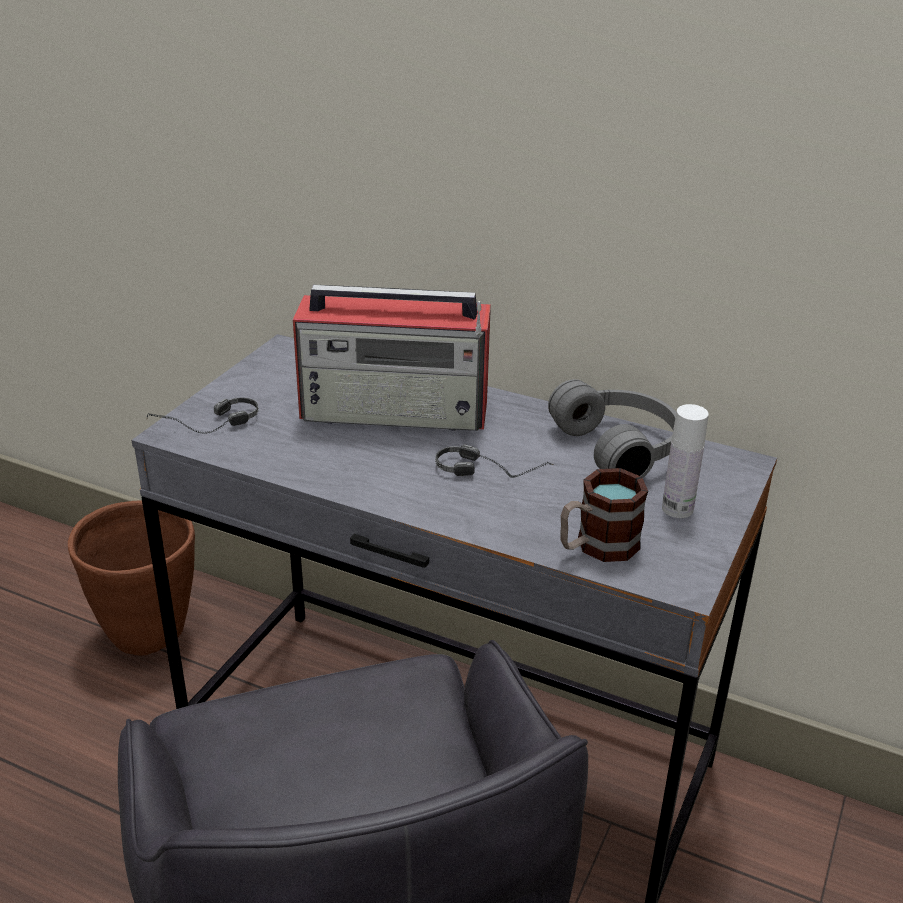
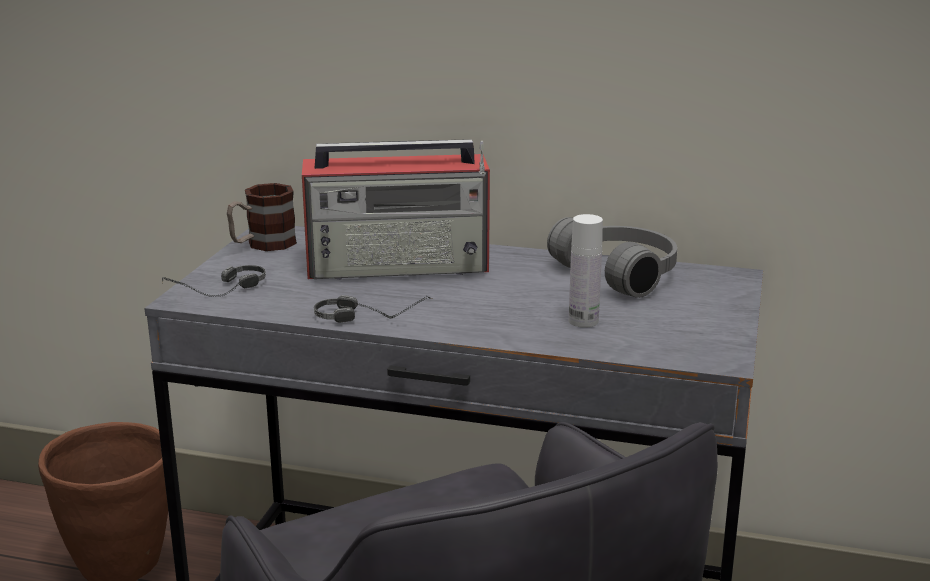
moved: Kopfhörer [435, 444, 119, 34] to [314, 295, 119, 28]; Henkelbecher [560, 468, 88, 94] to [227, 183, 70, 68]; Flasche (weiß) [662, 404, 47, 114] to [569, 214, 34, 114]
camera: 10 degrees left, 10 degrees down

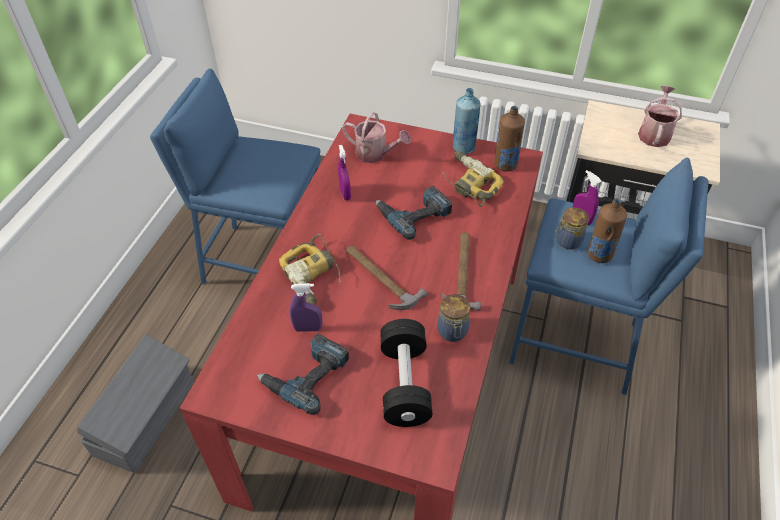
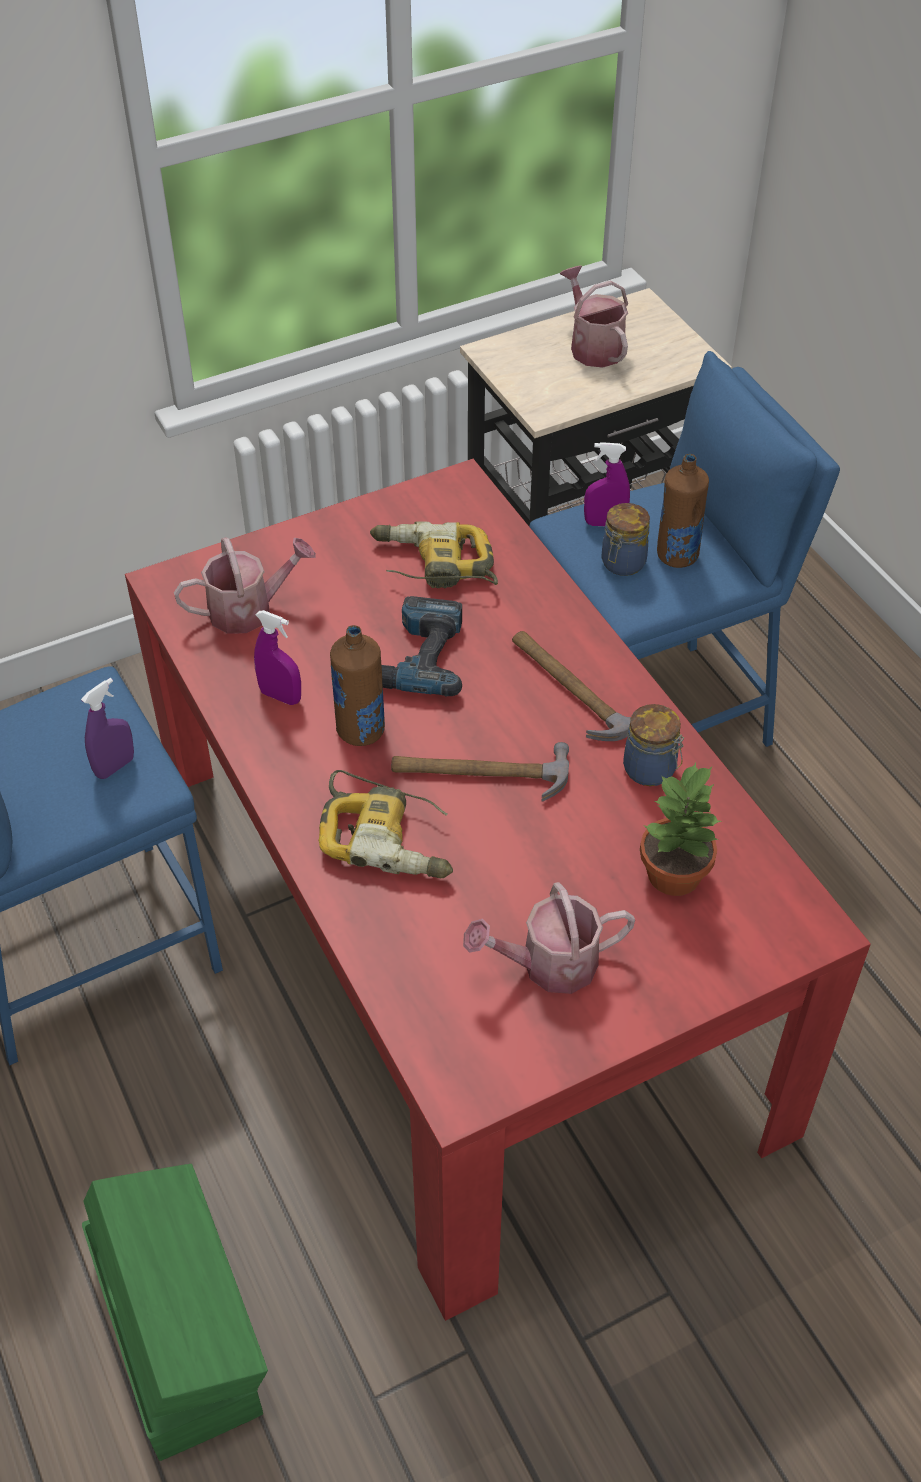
removed: Flasche (blau) [453, 88, 27, 66]
moved: Sprühflasche (lila) [289, 283, 33, 49] to [81, 678, 53, 101]; Flasche (braun) [494, 106, 31, 65] to [330, 625, 55, 121]
replaced: Bohrmaschine [257, 334, 92, 81] to Gießkanne [463, 882, 172, 112]; Hantel (schwarz) [380, 319, 52, 108] to Topfpflanze [640, 762, 82, 134]
recoloured: Aufbewahrungsbox (grau) [77, 335, 117, 138] to Aufbewahrungsbox (grün) [82, 1164, 186, 297]
camera: 45 degrees left, 0 degrees up

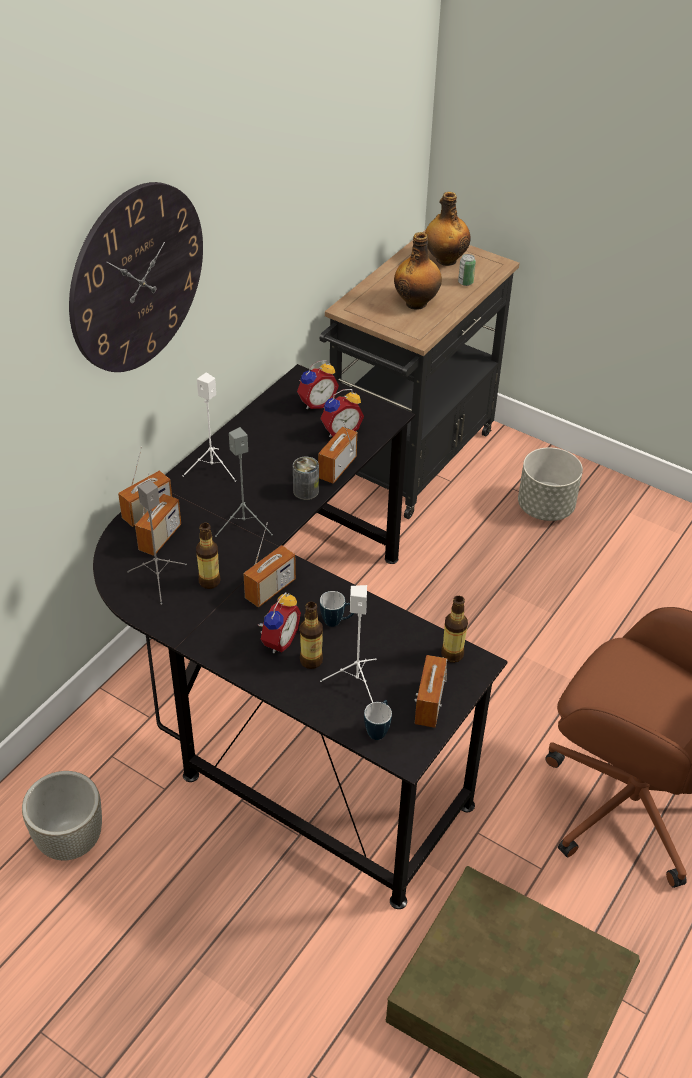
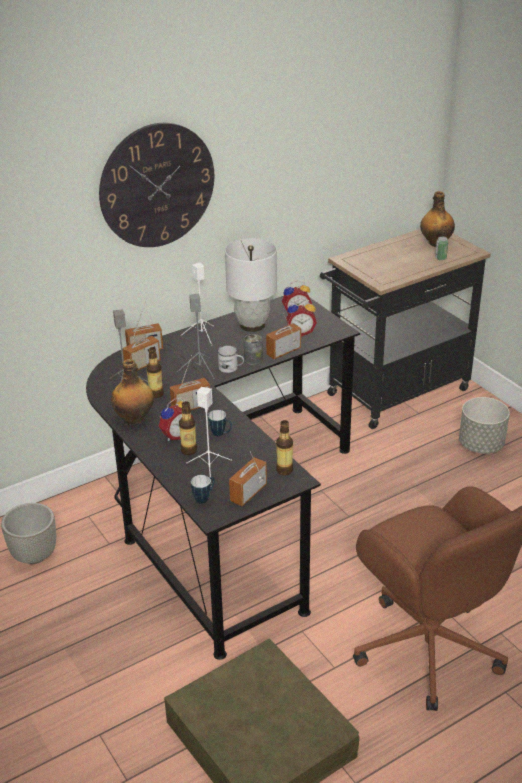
added: Henkelbecher (weiß) [217, 345, 27, 28]; Tischlampe (weiß) [225, 238, 52, 94]
moved: Flasche [394, 232, 48, 78] to [111, 359, 43, 66]
camera: 25 degrees right, 10 degrees down

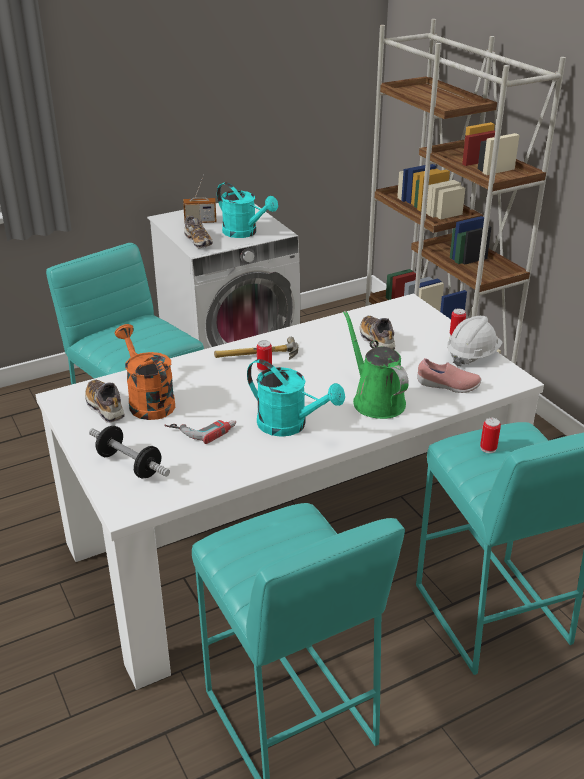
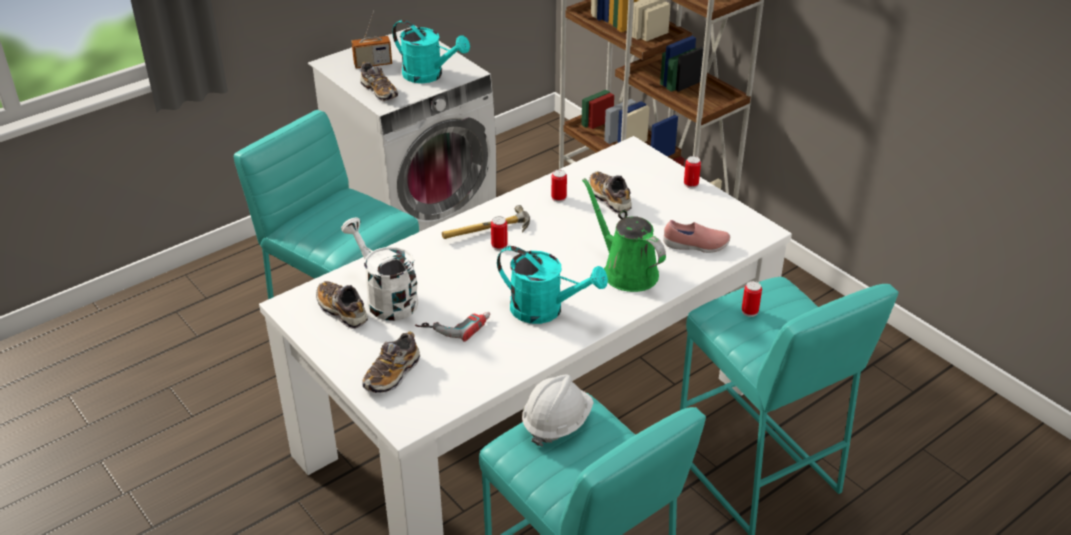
added: Dose [551, 170, 16, 32]
moved: Schutzhelm (weiß) [447, 316, 56, 51] to [522, 374, 72, 72]
replaced: Hantel [89, 426, 81, 52] to Schuh [362, 331, 58, 62]
recoloured: Gießkanne (orange) [115, 324, 60, 96] to Gießkanne (weiß) [341, 217, 77, 104]
camera: 10 degrees left, 5 degrees up

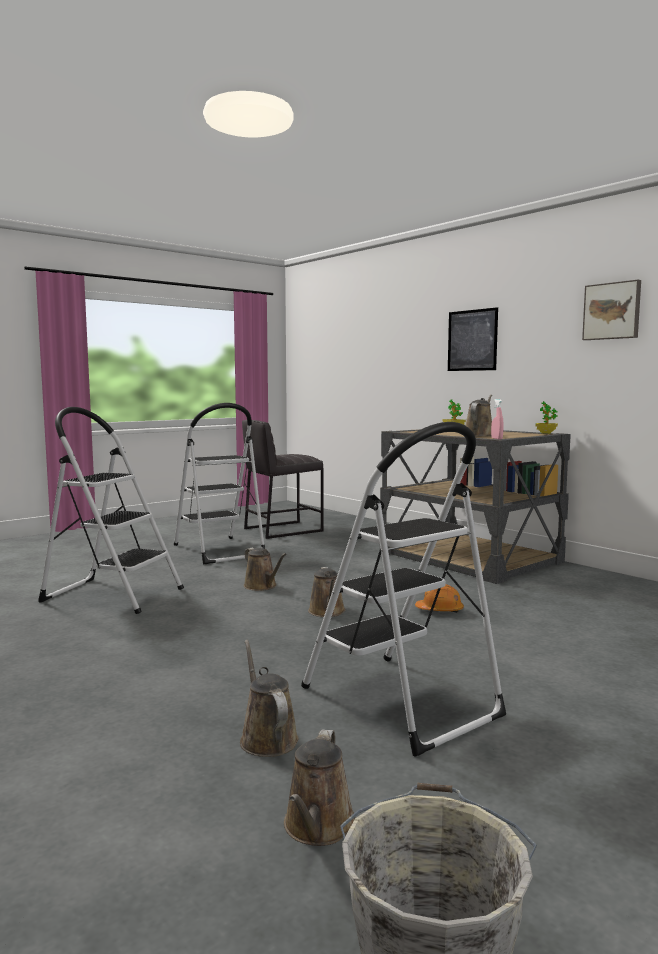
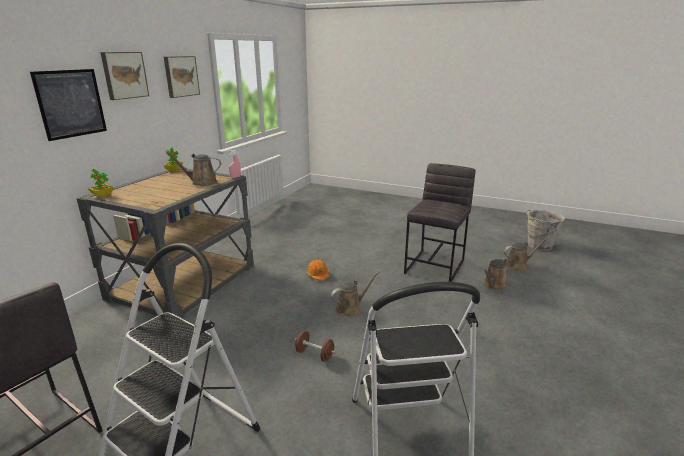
added: Bild [100, 52, 49, 48]
replaced: Gießkanne (braun) [244, 548, 43, 43] to Hantel (braun) [295, 331, 41, 31]; Trittleiter [301, 422, 205, 335] to Hocker (grau) [404, 163, 71, 119]
camera: 115 degrees left, 15 degrees up

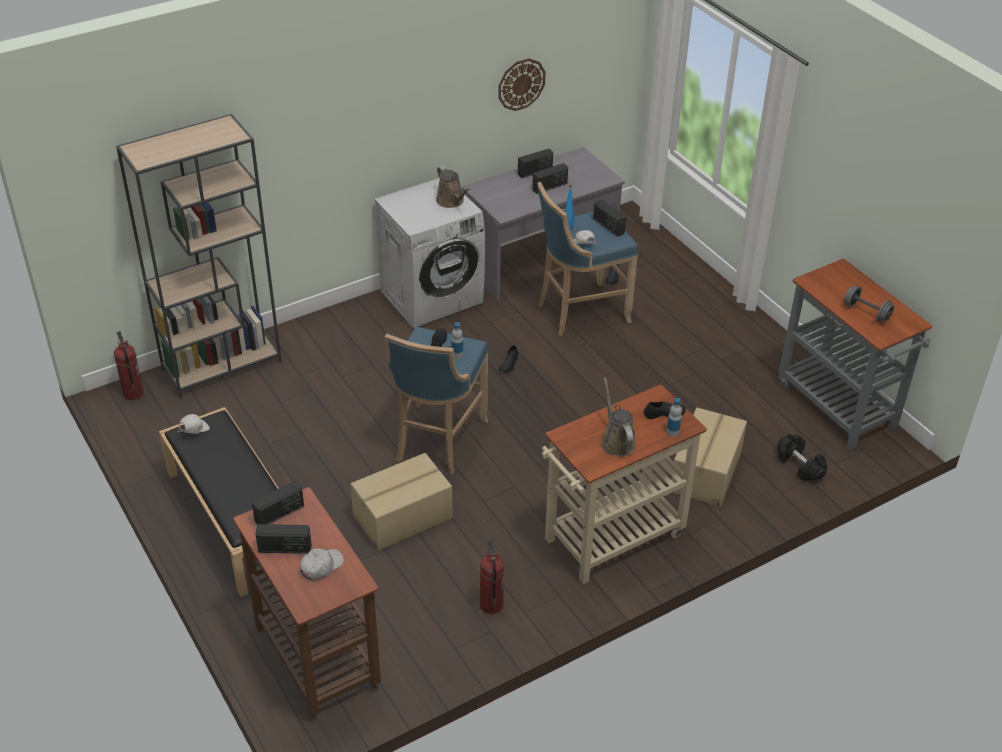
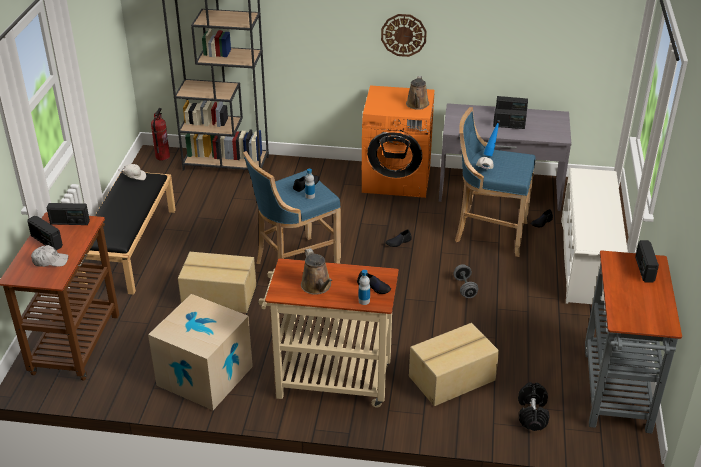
added: Schuhregal (weiß) [561, 168, 67, 136]
moved: Wanduhr [498, 58, 48, 53] to [381, 14, 46, 43]; Radio [593, 199, 33, 38] to [635, 240, 24, 43]; Hantel (grau) [844, 286, 50, 36] to [453, 264, 25, 34]
replaced: Feuerlöscher [480, 539, 24, 75] to Karton [148, 294, 105, 116]
recoloured: Waschmaschine (weiß) [375, 178, 110, 150] to Waschmaschine (orange) [362, 85, 73, 113]
turned: Gießkanne (braun) [601, 377, 35, 80] = [301, 248, 31, 47] 135 degrees clockwise
camera: 40 degrees right, 5 degrees down

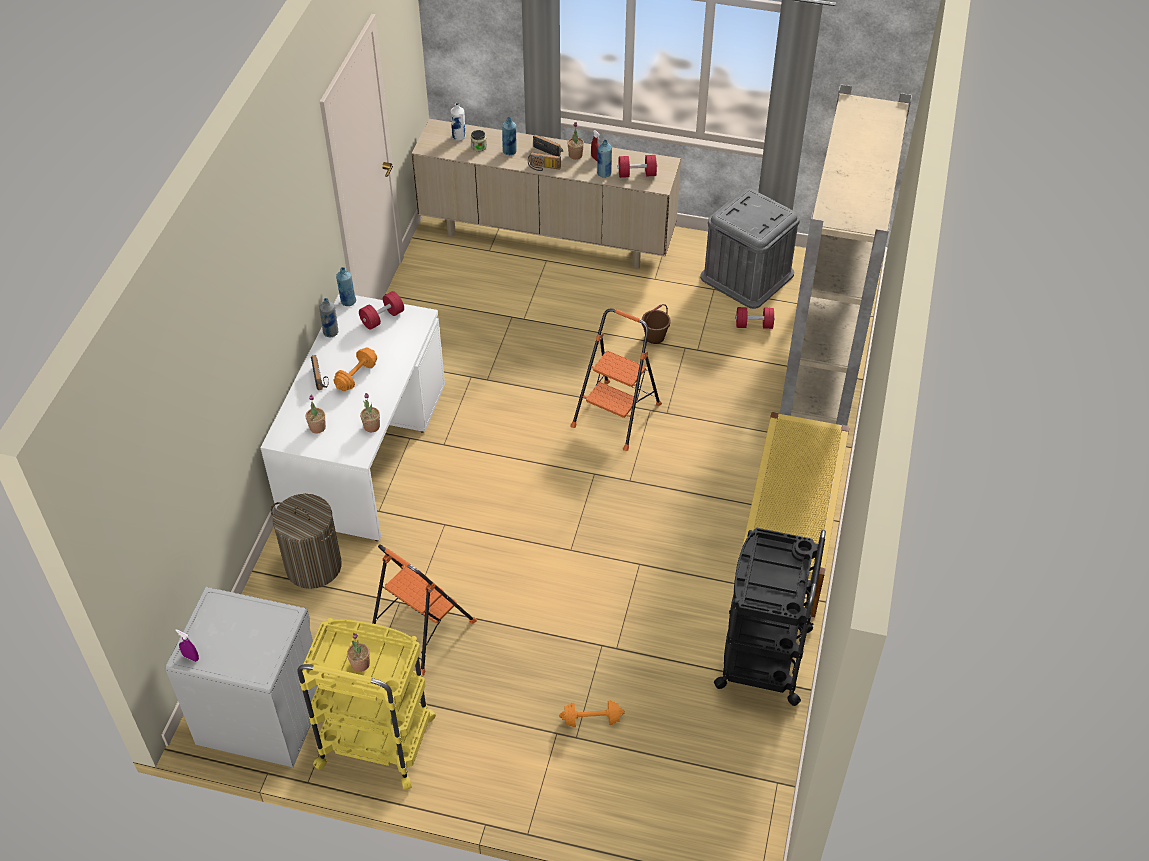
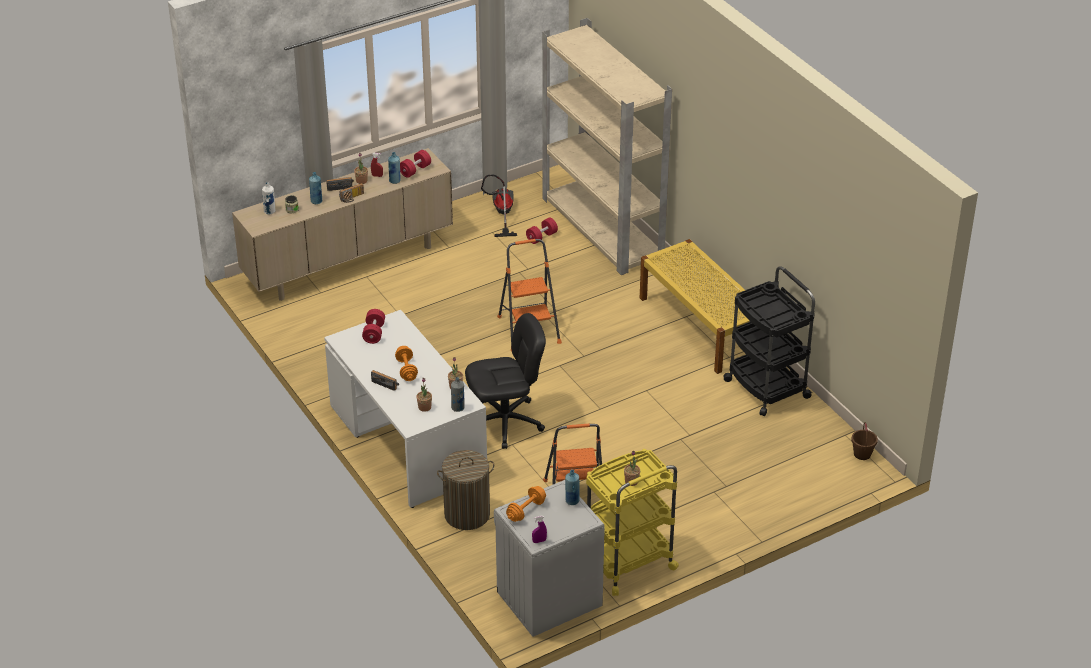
added: Bürostuhl (schwarz) [465, 313, 81, 136]
moved: Flasche (grau) [319, 298, 19, 39] to [451, 377, 14, 35]; Flasche (blau) [336, 267, 20, 39] to [565, 470, 15, 35]; Hantel (orange) [559, 700, 66, 27] to [506, 486, 40, 36]; Eimer (braun) [642, 304, 29, 40] to [851, 422, 27, 38]
replaced: Aufbewahrungsbox (grau) [700, 189, 100, 120] to Staubsauger [481, 174, 36, 63]
camera: 45 degrees left, 10 degrees down

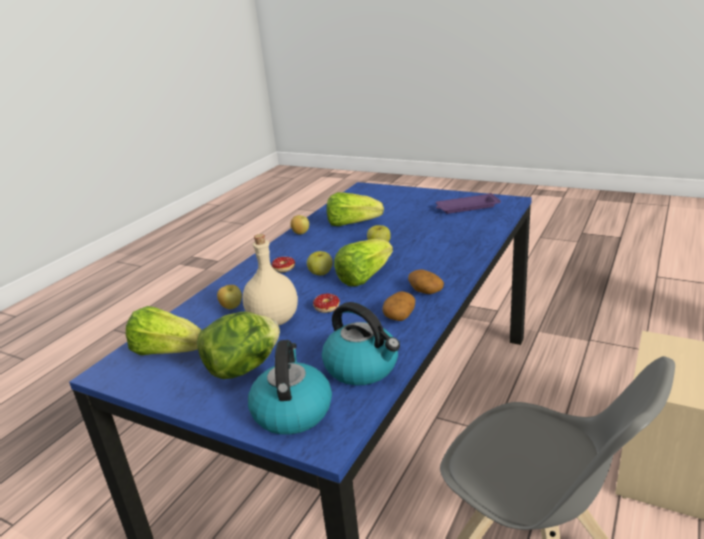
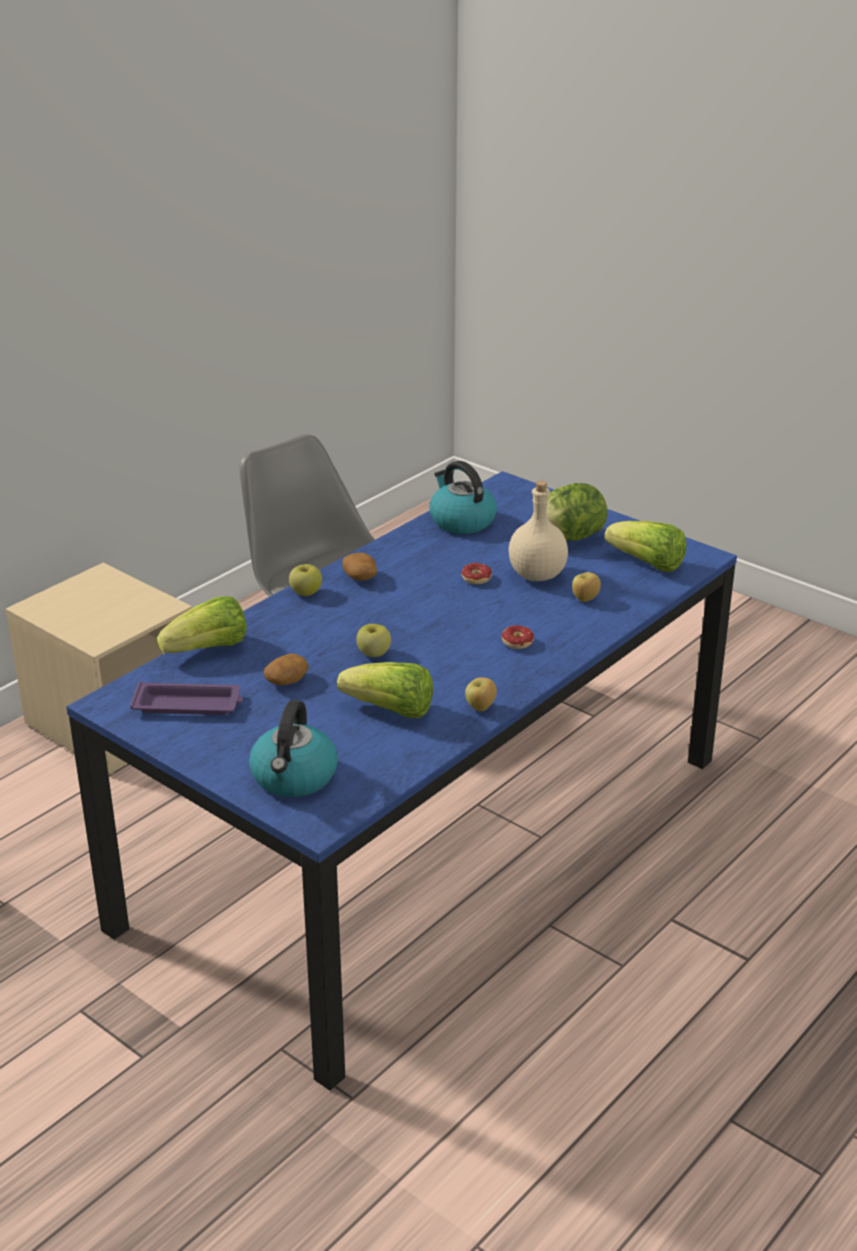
moved: Wasserkessel [248, 340, 84, 95] to [249, 700, 89, 97]; Apfel [307, 251, 26, 24] to [289, 564, 33, 32]; Salatkopf [334, 239, 59, 48] to [157, 596, 90, 57]; Kartoffel [382, 291, 33, 30] to [264, 653, 45, 32]
camera: 170 degrees left, 5 degrees up

